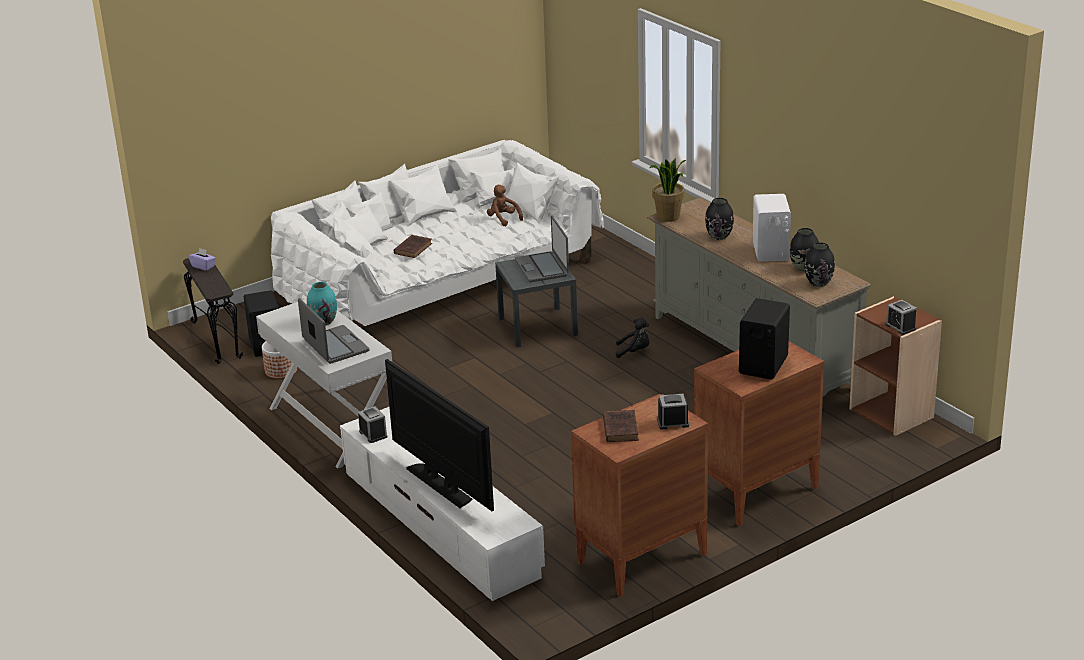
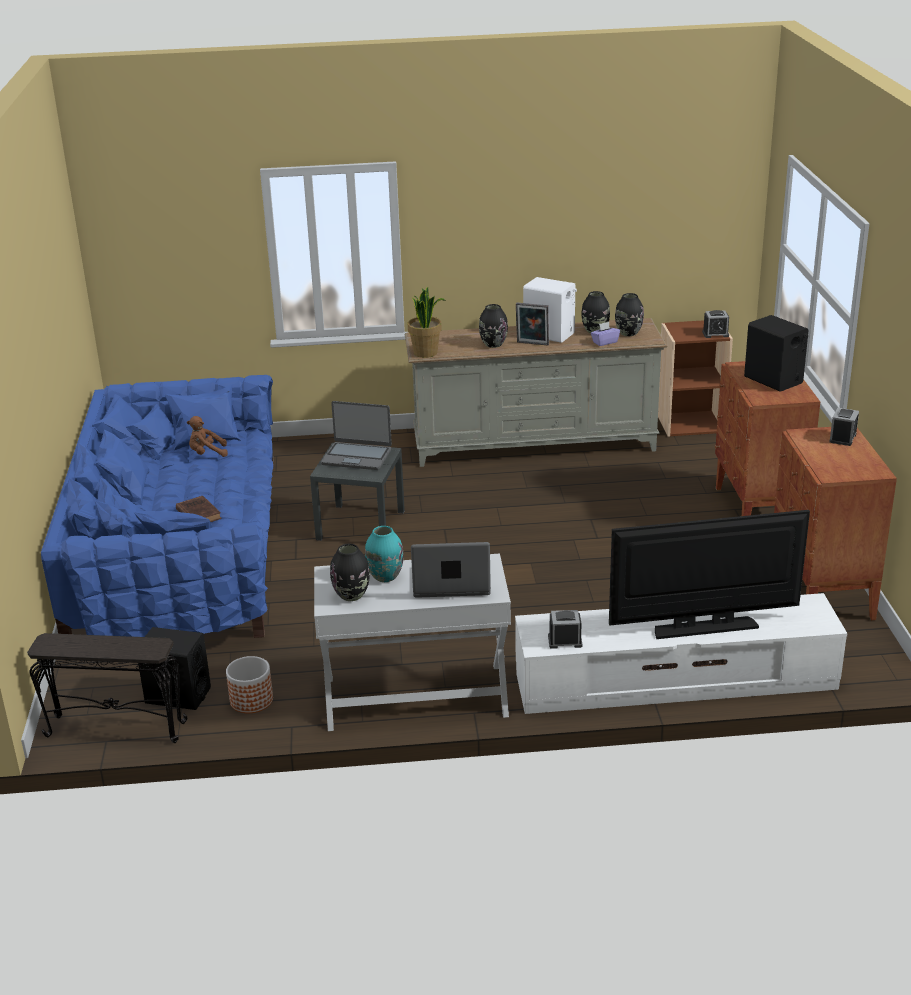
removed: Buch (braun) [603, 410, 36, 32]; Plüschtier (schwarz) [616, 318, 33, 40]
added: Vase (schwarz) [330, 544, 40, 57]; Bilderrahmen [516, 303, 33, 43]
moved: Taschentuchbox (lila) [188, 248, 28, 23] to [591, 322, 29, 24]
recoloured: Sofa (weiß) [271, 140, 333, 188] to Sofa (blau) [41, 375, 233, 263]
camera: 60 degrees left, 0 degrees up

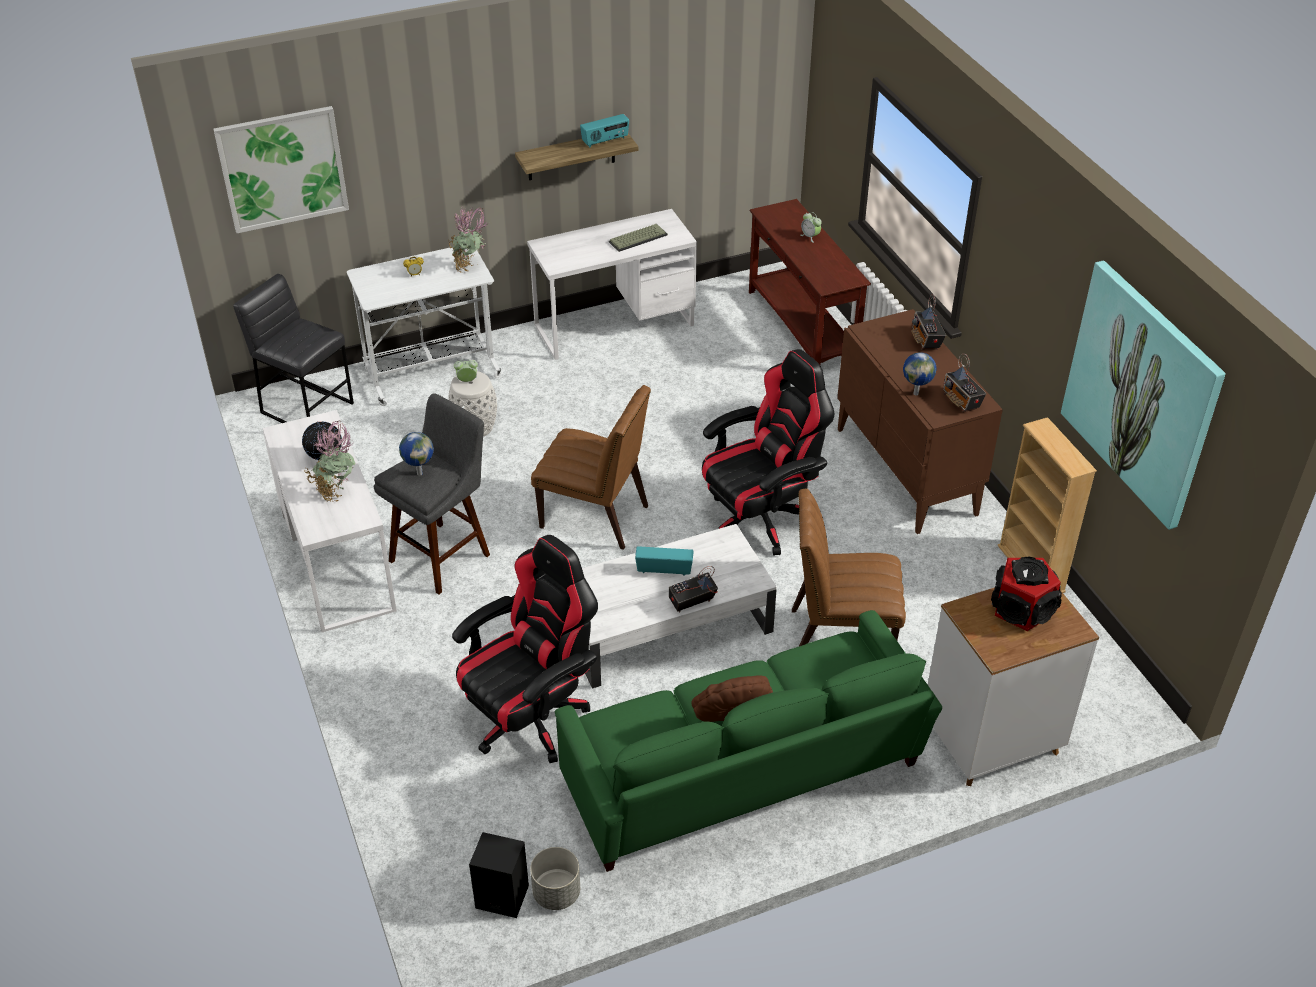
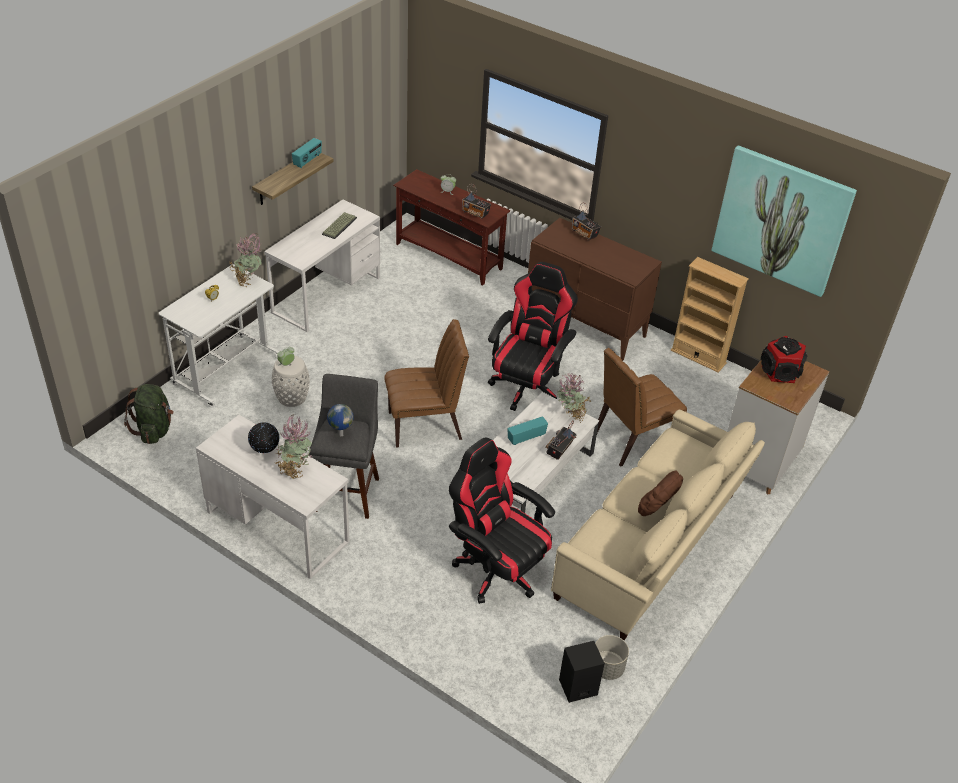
removed: Bild [214, 106, 135, 127]; Globus [903, 352, 34, 44]
added: Topfpflanze [557, 373, 35, 48]
moved: Radio [943, 354, 43, 58] to [462, 184, 29, 35]
replaced: Hocker (grau) [233, 274, 121, 149] to Rucksack (grün) [124, 384, 50, 60]
recoloured: Sofa (grün) [555, 610, 387, 262] to Sofa (beige) [551, 410, 214, 230]
turned: Bürostuhl (schwarz) [452, 535, 146, 228] = [449, 437, 106, 167] 60 degrees counterclockwise
camera: 35 degrees left, 0 degrees up

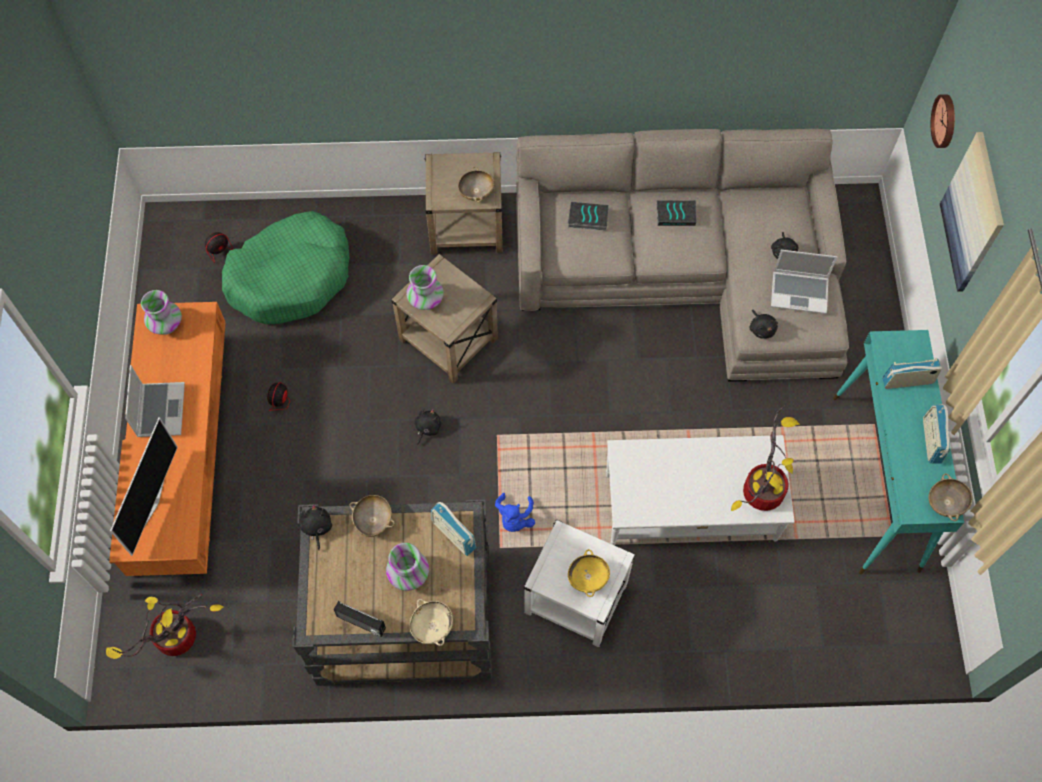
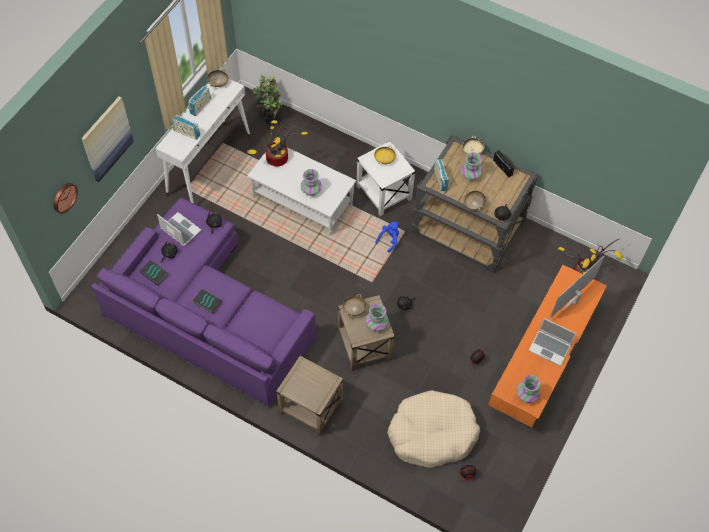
added: Topfpflanze [252, 74, 31, 53]; Vase [301, 169, 21, 27]
moved: Schüssel (beige) [458, 166, 36, 36] to [343, 294, 24, 23]; Buch [568, 202, 40, 29] to [140, 260, 28, 26]
recoloured: Hundebett (grün) [222, 211, 127, 113] to Hundebett (beige) [387, 390, 93, 78]; Sofa (beige) [516, 129, 333, 253] to Sofa (lila) [91, 198, 225, 209]; Konsolentisch (türkis) [833, 330, 131, 245] to Konsolentisch (weiß) [156, 79, 95, 124]
turned: Laptop [125, 365, 60, 72] = [529, 318, 47, 48] 90 degrees counterclockwise
camera: 150 degrees left, 5 degrees down

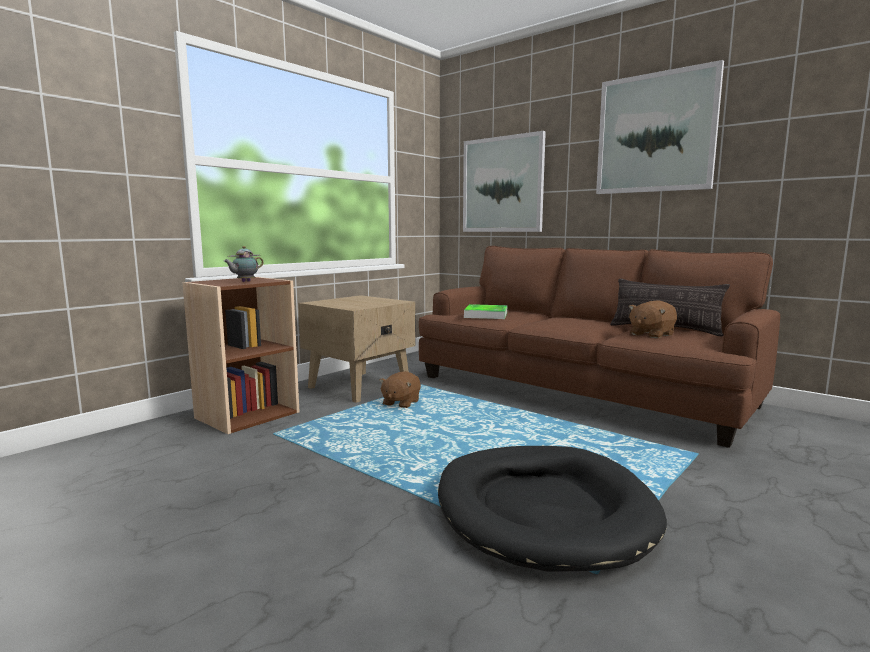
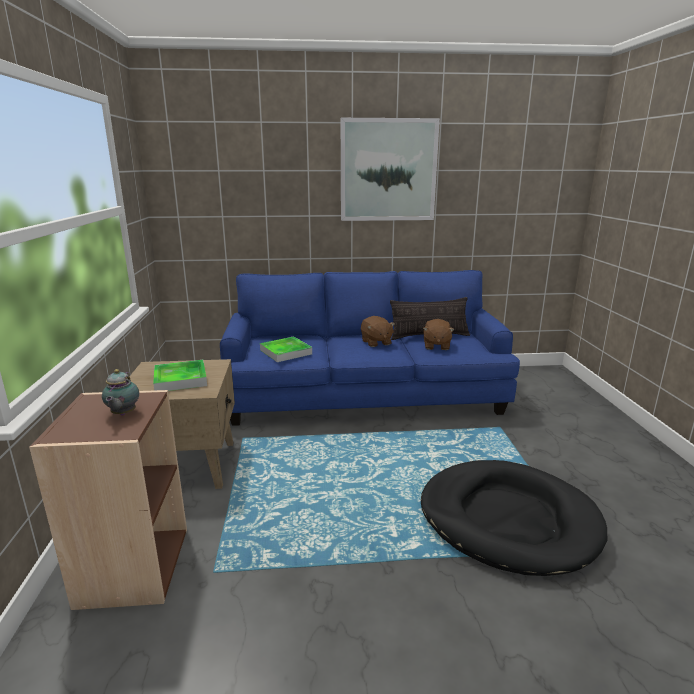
removed: Bild [463, 131, 83, 101]
added: Tablett [153, 360, 54, 31]
moved: Plüschtier (braun) [379, 371, 42, 37] to [361, 316, 34, 31]
recoloured: Sofa (braun) [419, 246, 361, 202] to Sofa (blau) [220, 270, 300, 156]
camera: 45 degrees left, 10 degrees up

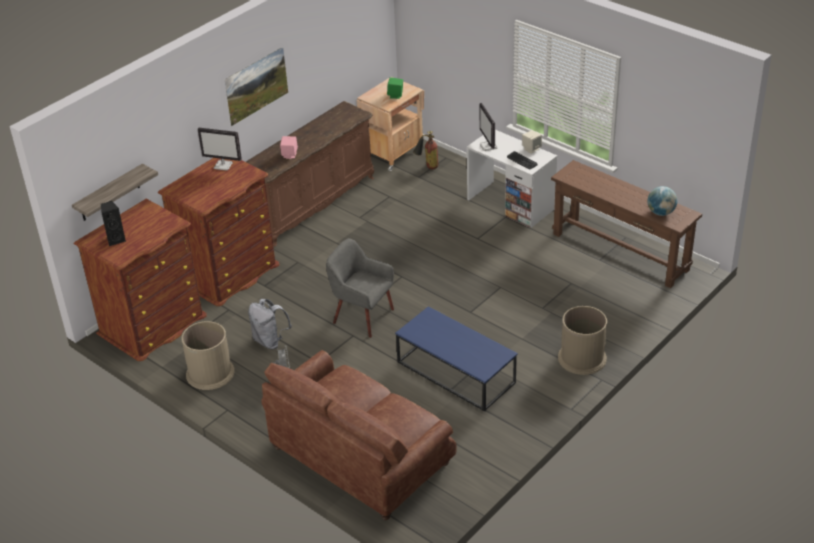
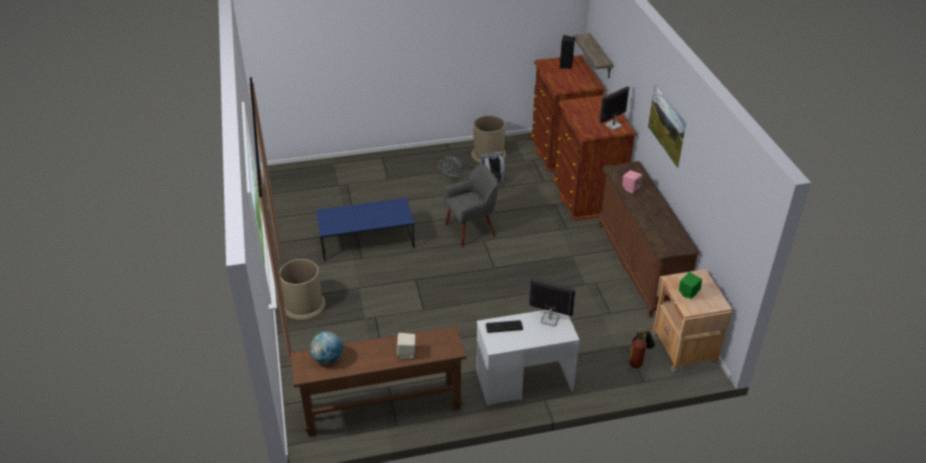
removed: Sofa (braun) [261, 350, 196, 170]
moved: Lautsprecher (beige) [522, 130, 20, 24] to [397, 333, 19, 26]
camera: 125 degrees right, 0 degrees up

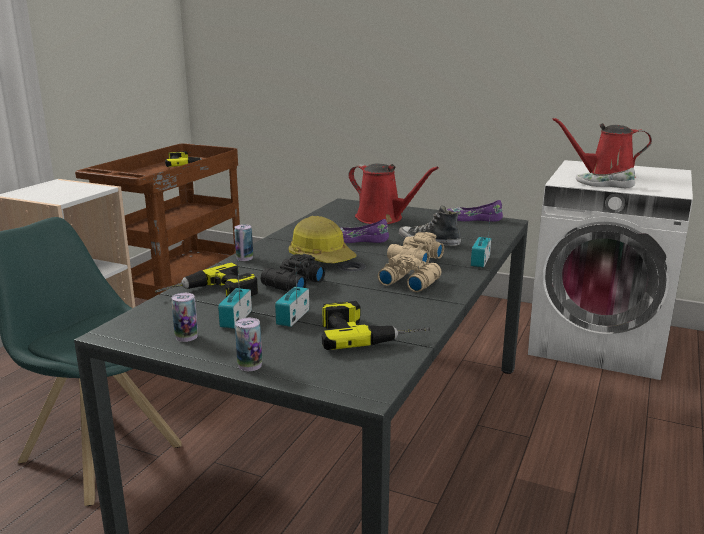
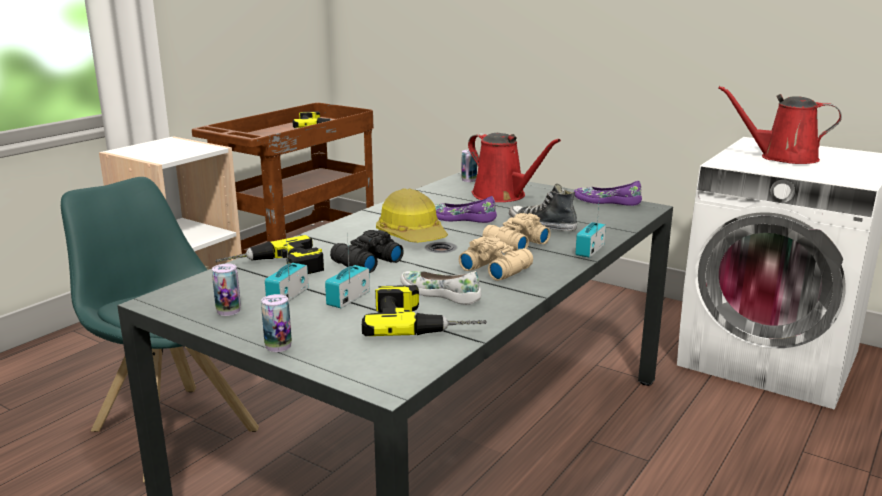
moved: Dose [234, 224, 19, 37] to [461, 150, 16, 32]; Schuh (weiß) [576, 168, 59, 20] to [400, 271, 81, 34]
camera: 10 degrees right, 0 degrees up

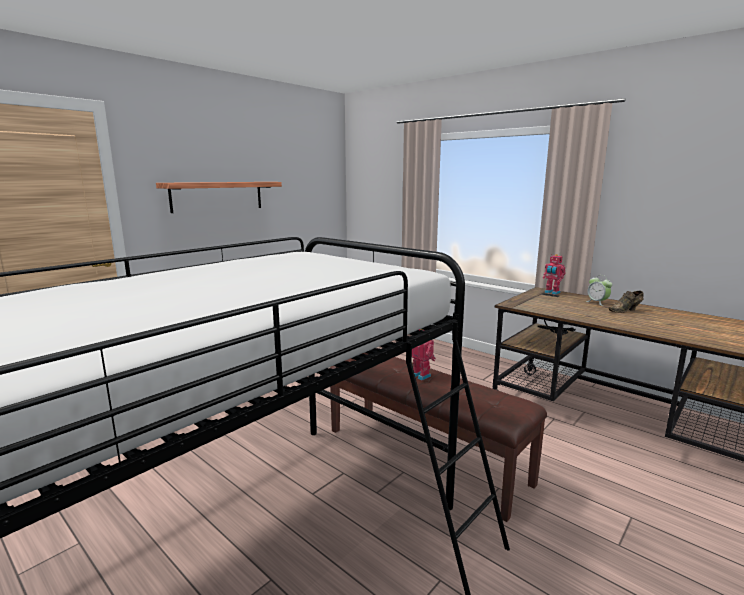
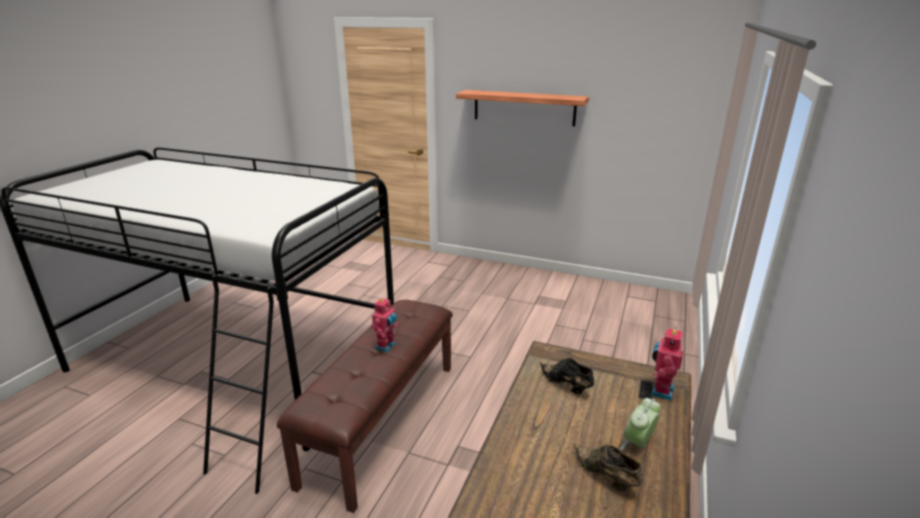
added: Schuh (schwarz) [540, 358, 54, 36]
camera: 70 degrees right, 10 degrees up

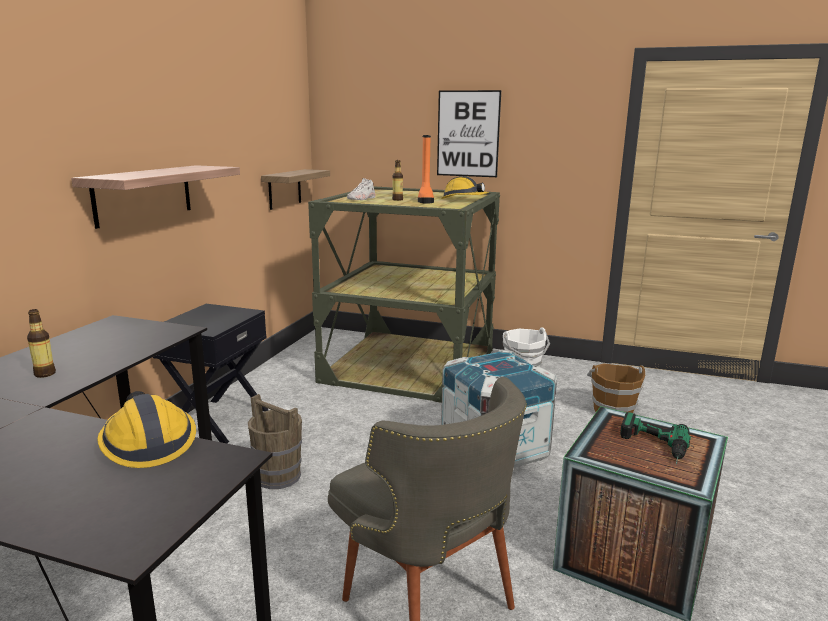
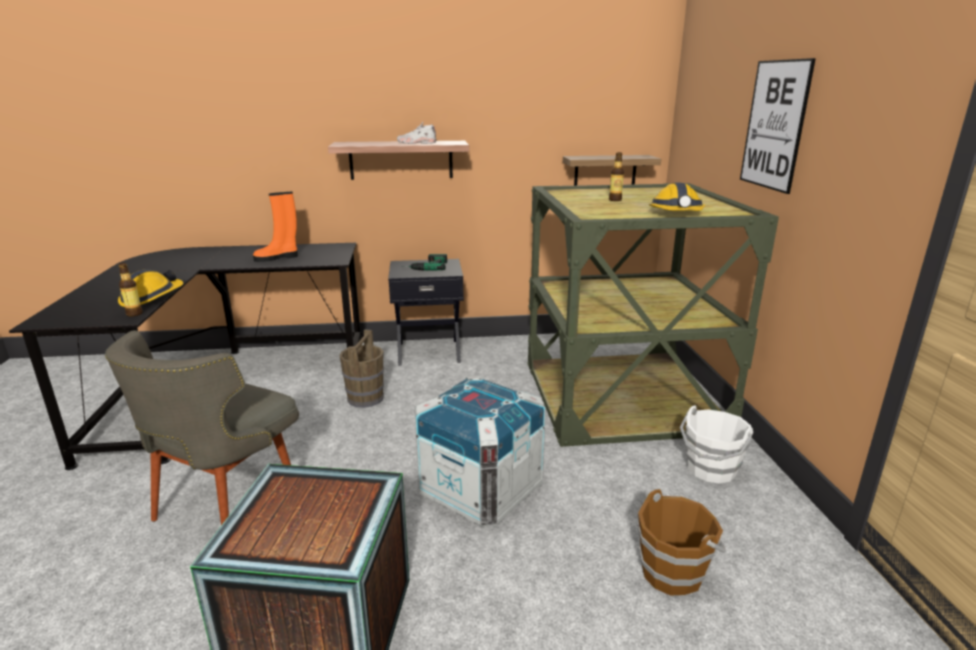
moved: Flasche [27, 309, 29, 69] to [119, 263, 24, 54]; Schuh (weiß) [347, 178, 29, 22] to [397, 122, 39, 22]; Stiefel (orange) [418, 135, 16, 68] to [253, 192, 45, 70]; Bohrmaschine [620, 412, 71, 52] to [402, 254, 45, 17]
camera: 65 degrees right, 5 degrees up

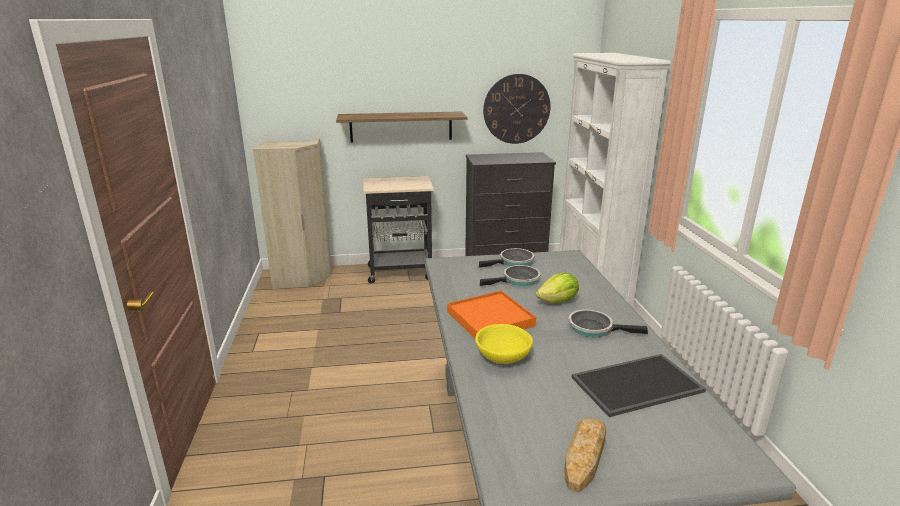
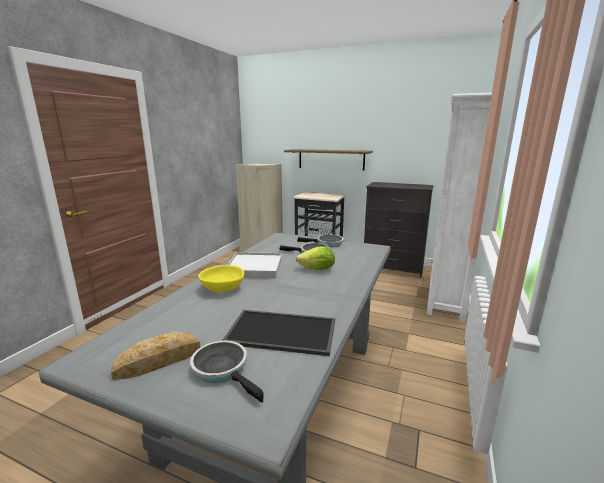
removed: Wanduhr [483, 74, 67, 70]
moved: Pfanne [569, 309, 79, 29] to [190, 341, 74, 62]
recoloured: Tablett (orange) [447, 291, 89, 47] to Tablett (weiß) [228, 252, 54, 27]
camera: 30 degrees right, 5 degrees down

